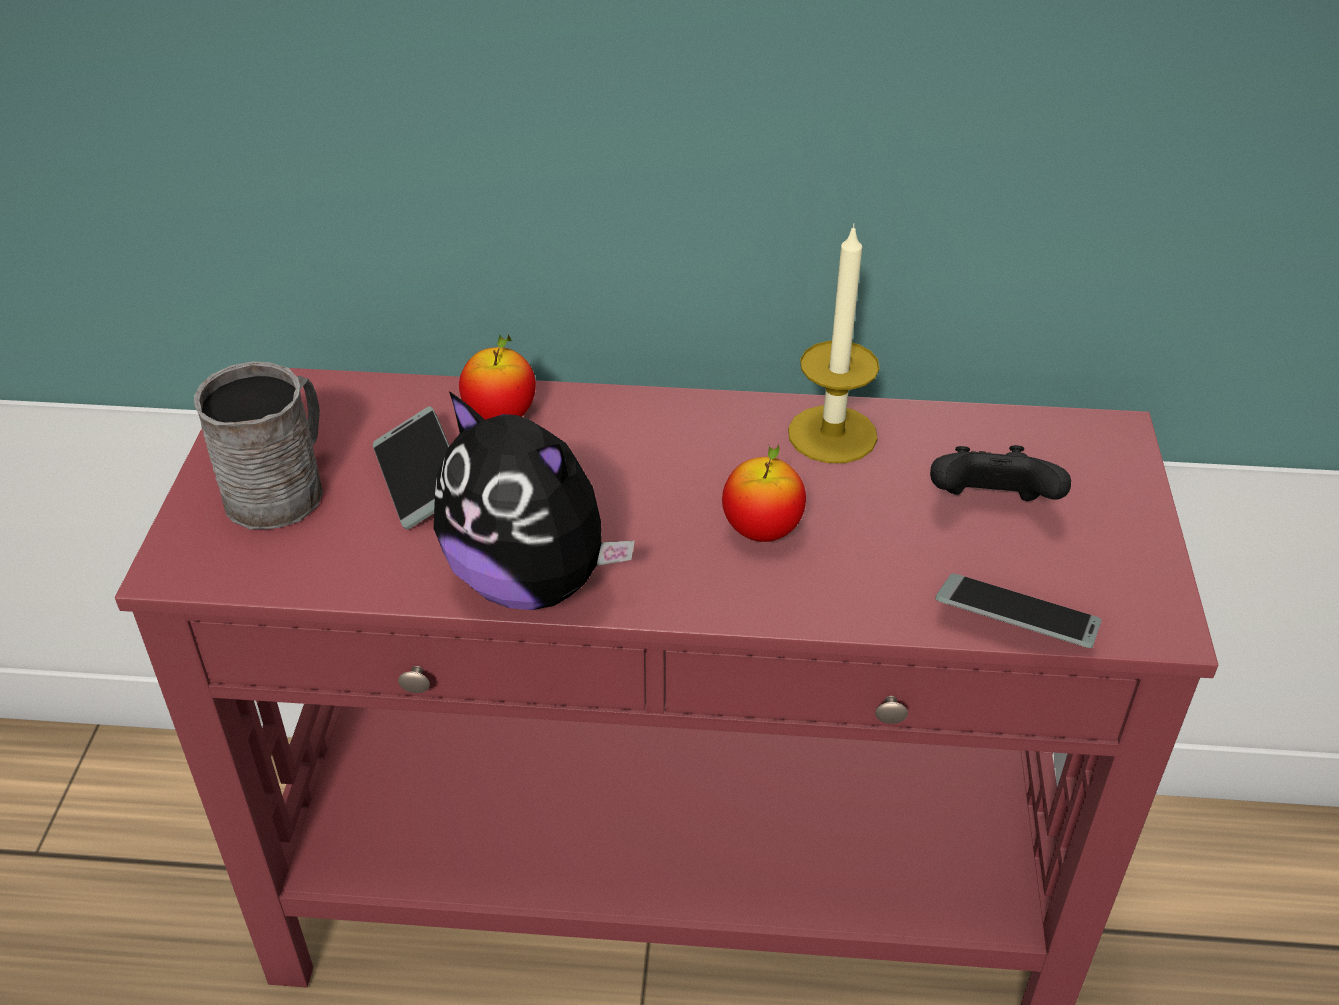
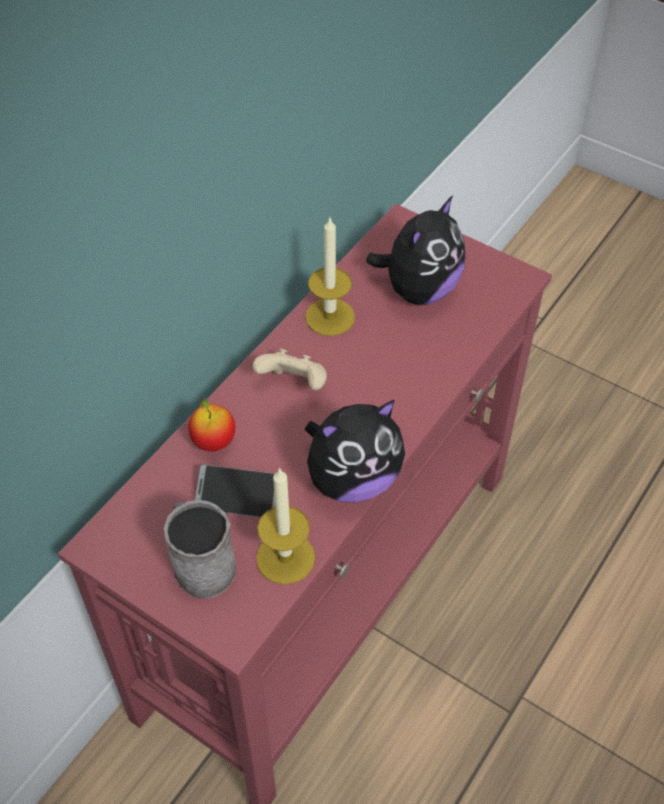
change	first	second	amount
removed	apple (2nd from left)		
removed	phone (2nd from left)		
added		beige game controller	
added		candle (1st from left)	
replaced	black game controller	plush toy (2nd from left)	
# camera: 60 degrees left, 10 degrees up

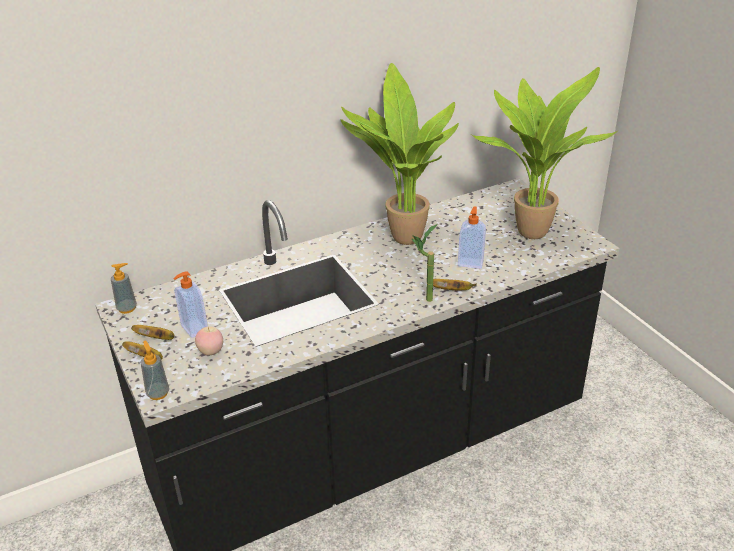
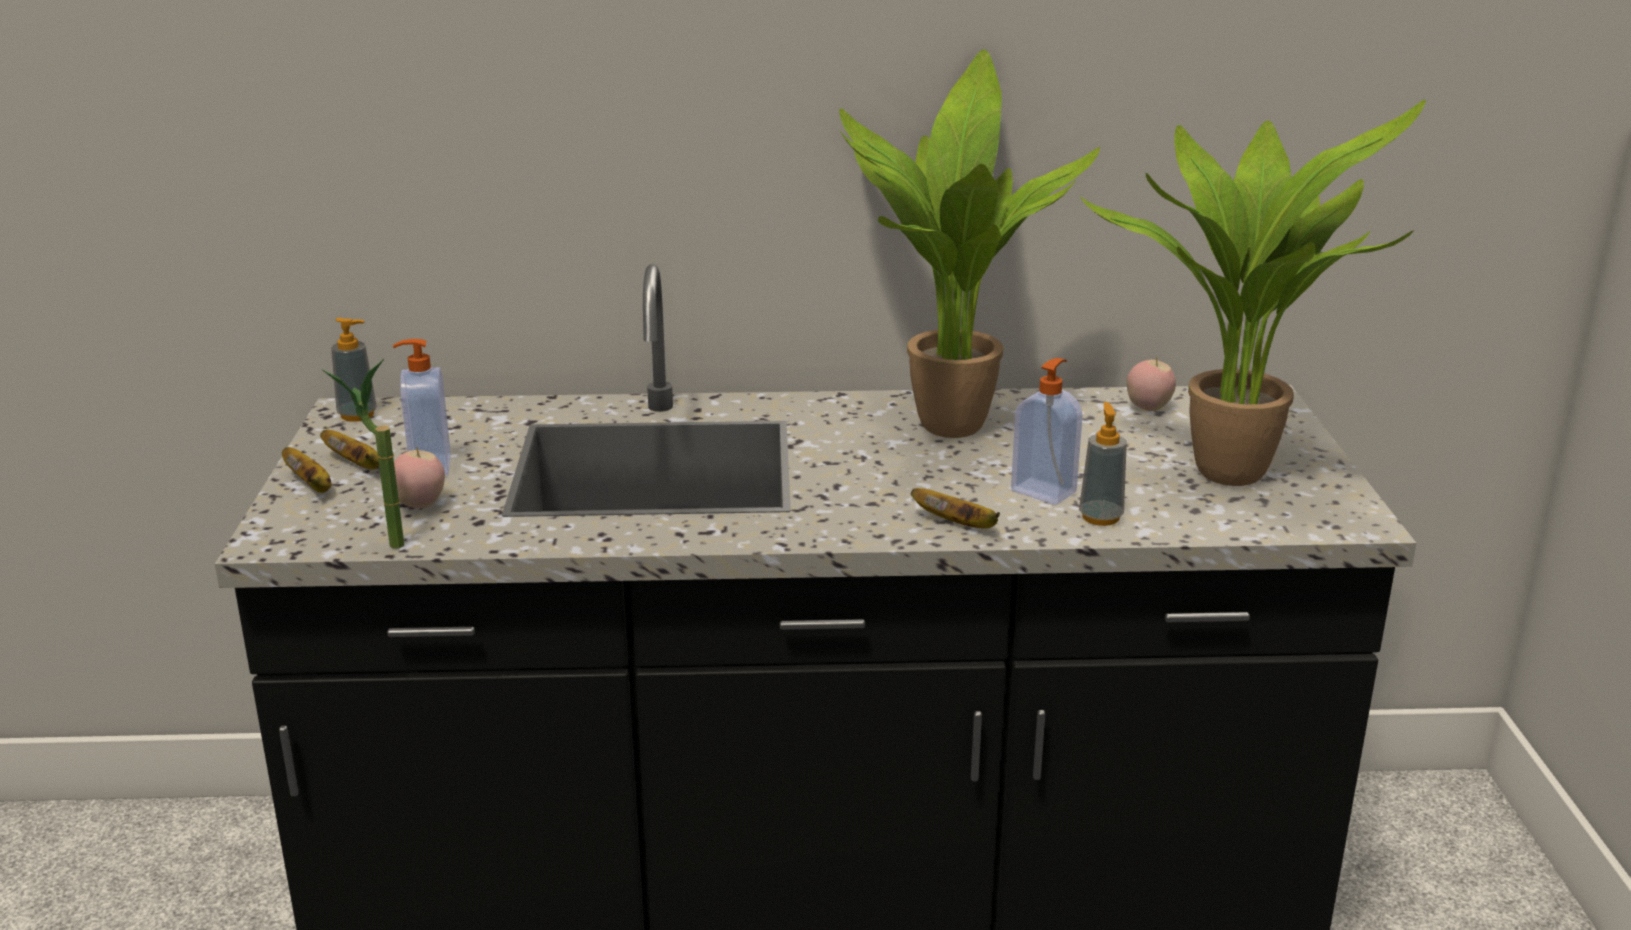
change	first	second	amount
added		apple (2nd from left)	
moved	soap dispenser (2nd from left in the first image)	soap dispenser (4th from left)	
moved	potted plant (2nd from left in the first image)	potted plant (1st from left)	
# camera: 25 degrees right, 10 degrees down

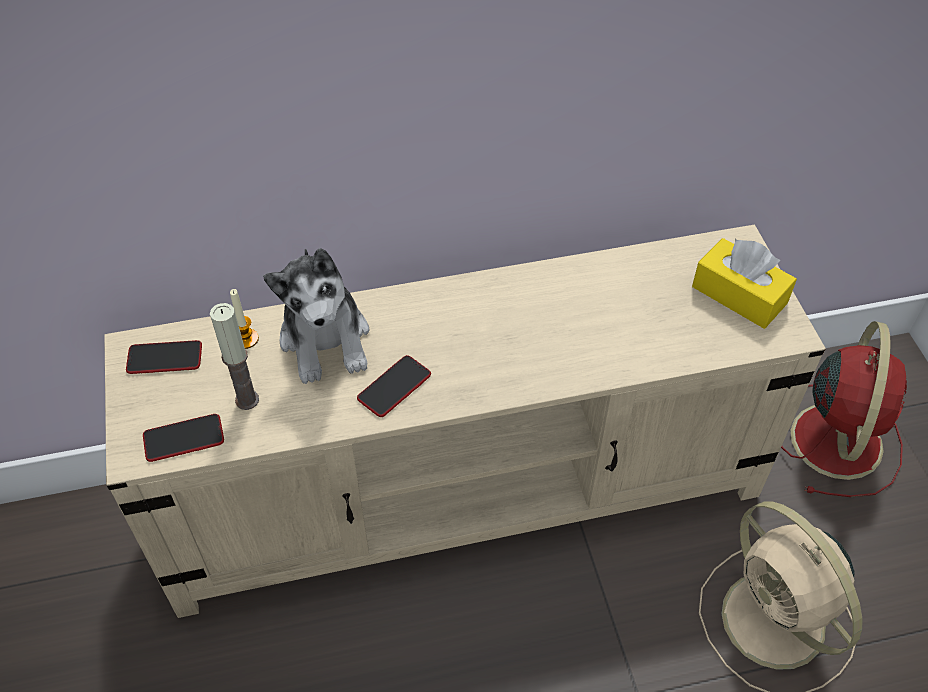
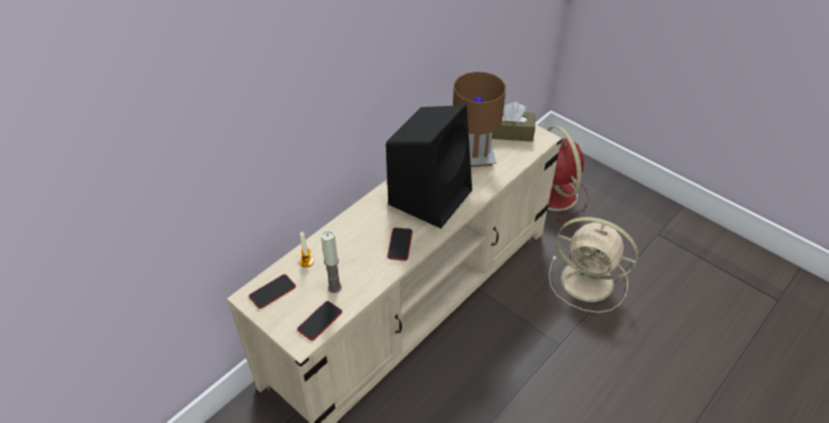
change	first	second	amount
removed	plush toy		
added		black speaker	
added		brown table lamp	
recoloured	yellow tissue box	brown tissue box	
# camera: 35 degrees left, 5 degrees down

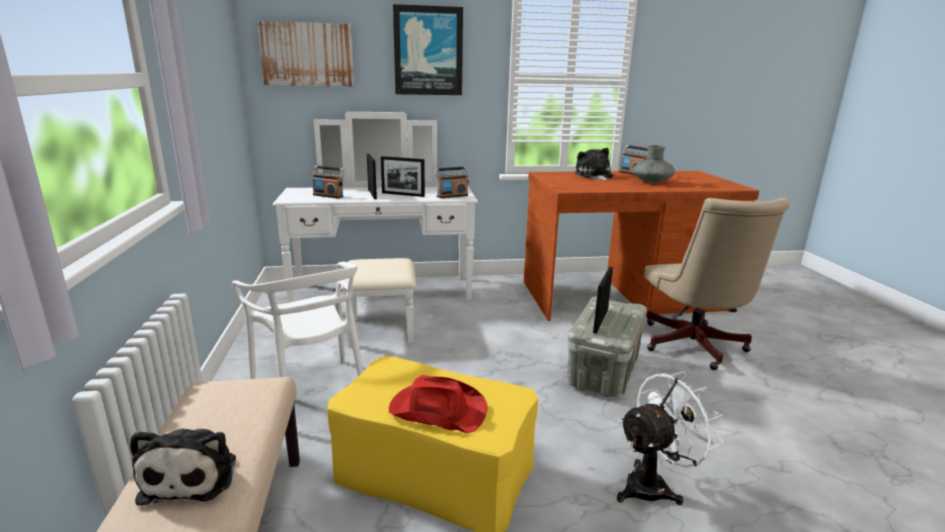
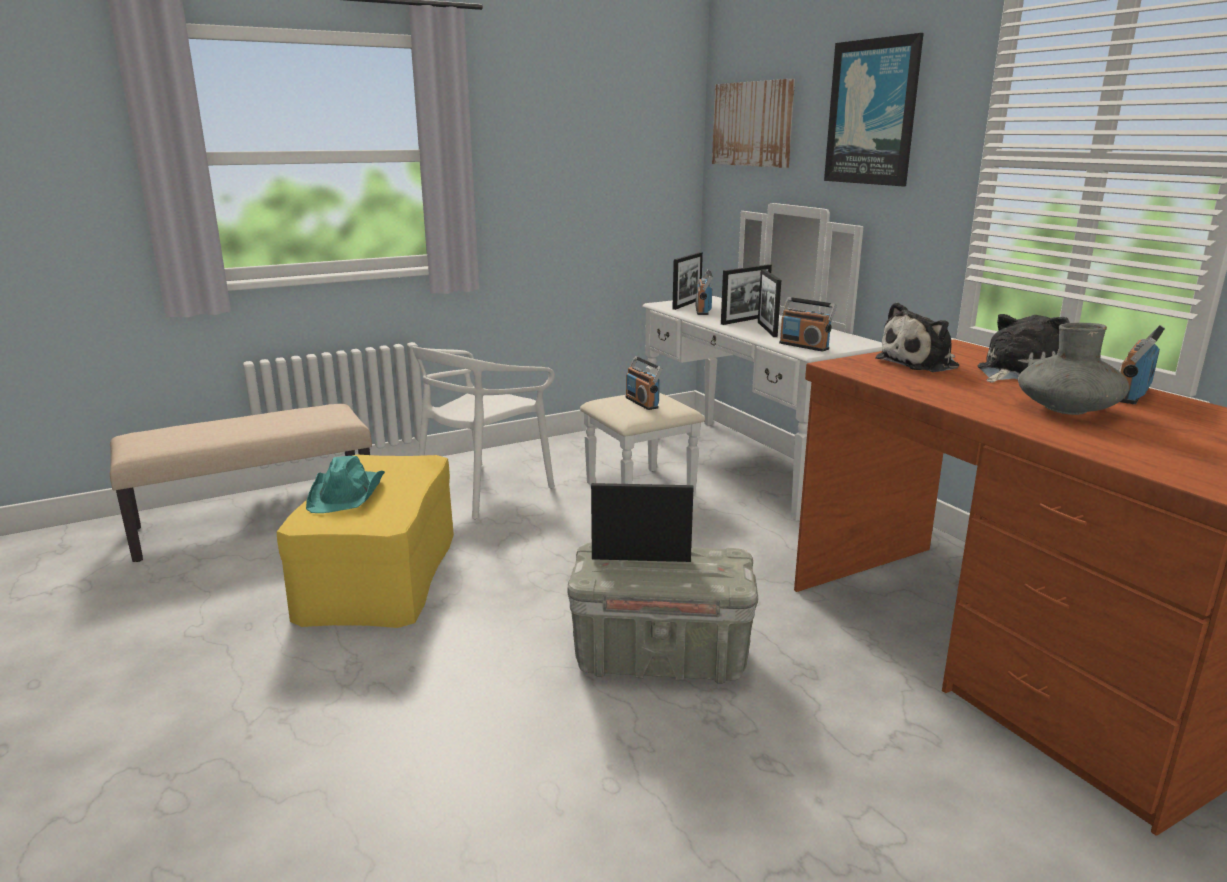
change	first	second	amount
removed	white fan		
removed	beige office chair		
added		radio (1st from left)	
added		picture frame (2nd from left)	
moved	plush toy (1st from left)		
recoloured	red hat	turquoise hat	
# camera: 70 degrees right, 0 degrees up

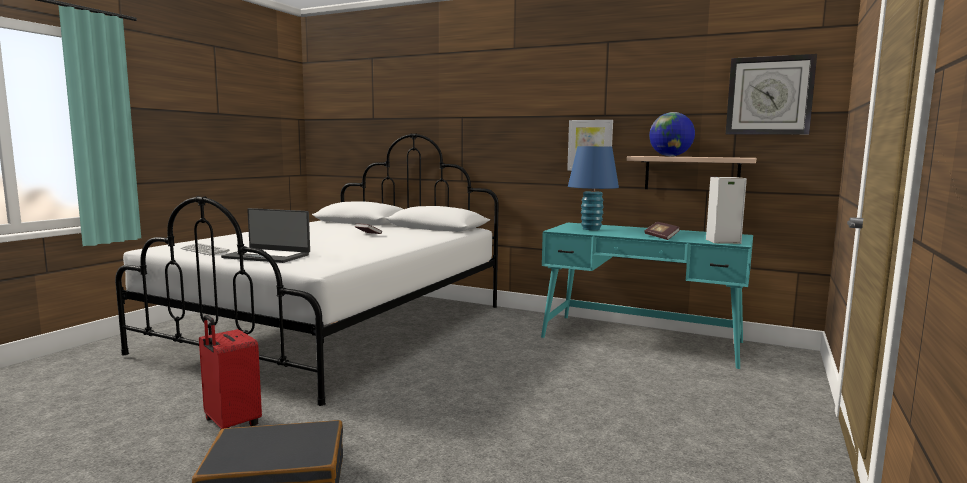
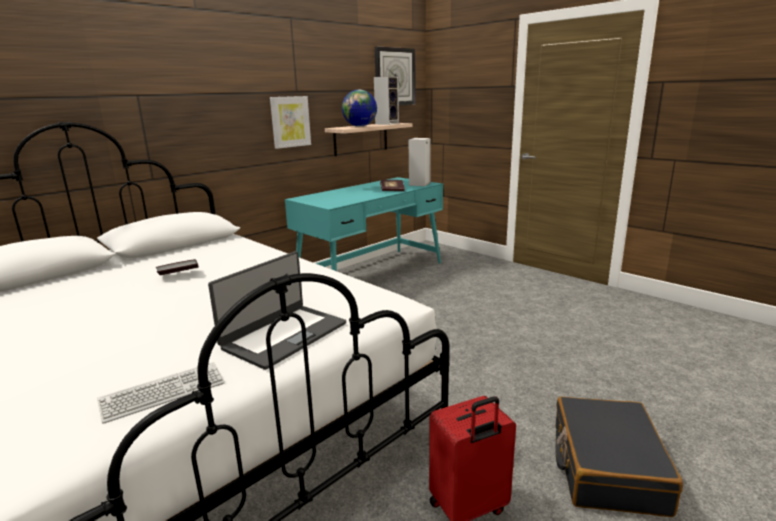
change	first	second	amount
removed	blue table lamp		
added		speaker (1st from left)	
# camera: 70 degrees left, 10 degrees up

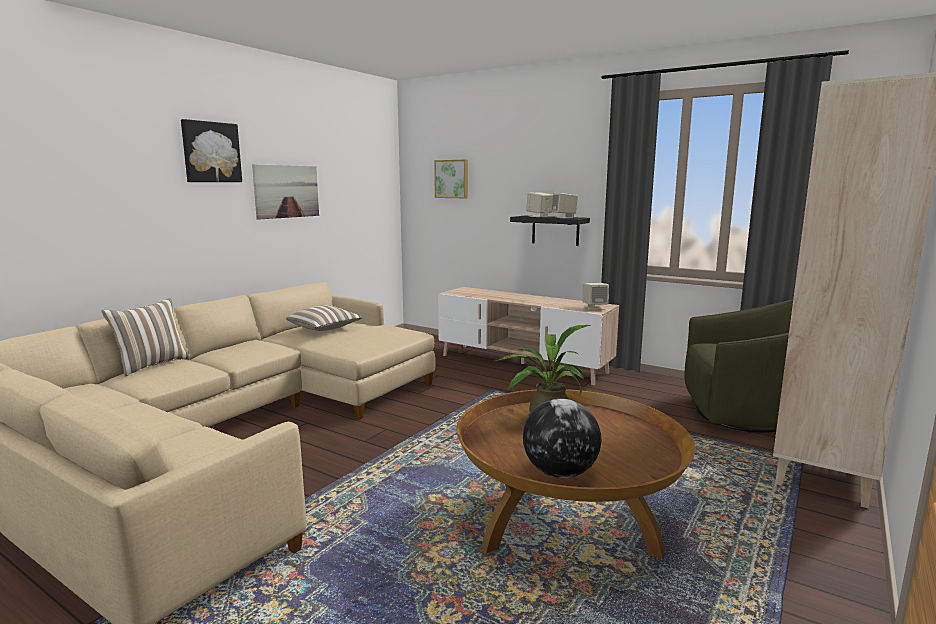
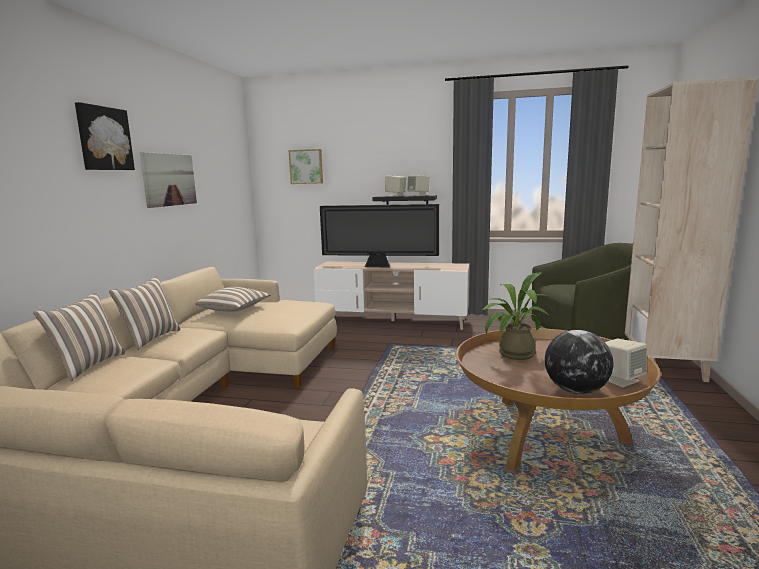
change	first	second	amount
added		pillow (2nd from left)	
added		television	
moved	beige speaker (3rd from left)		
# camera: 20 degrees left, 0 degrees up

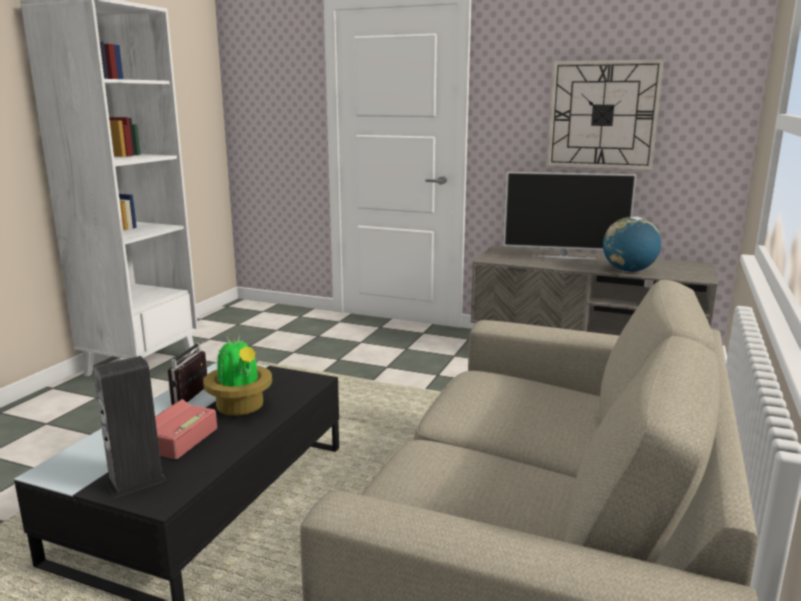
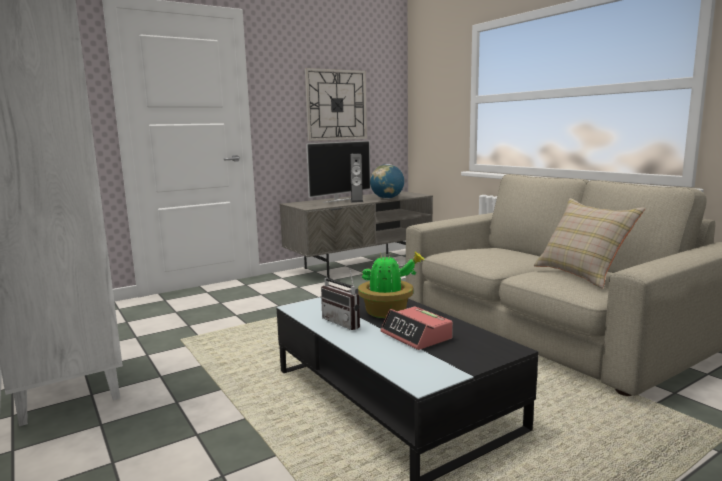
change	first	second	amount
added		beige pillow	
moved	speaker		
# camera: 55 degrees left, 5 degrees down

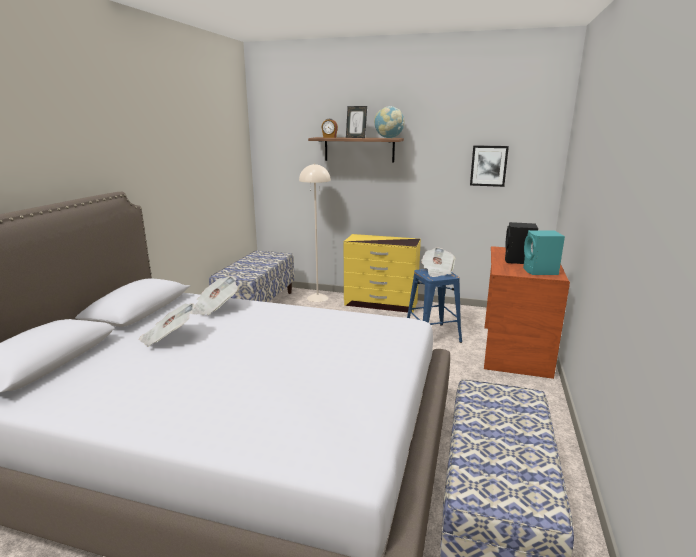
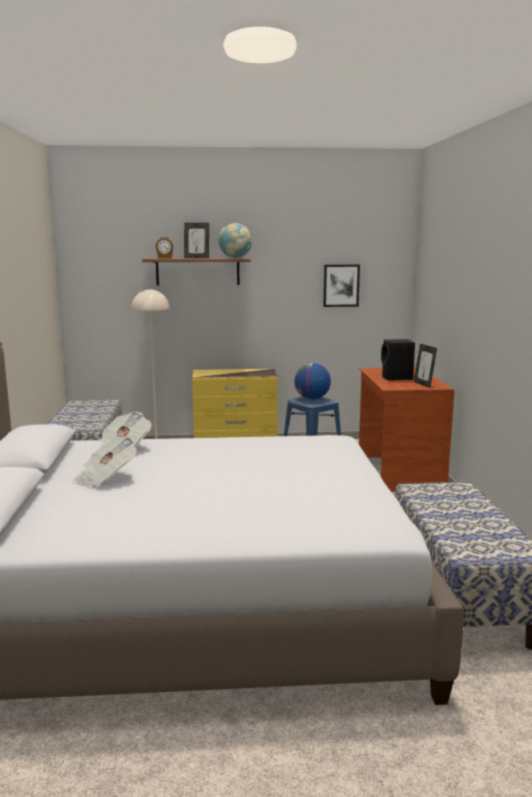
change	first	second	amount
replaced	newspaper (3rd from left)	globe (2nd from left)	
replaced	turquoise speaker	picture frame (2nd from left)	
# camera: 20 degrees left, 5 degrees down

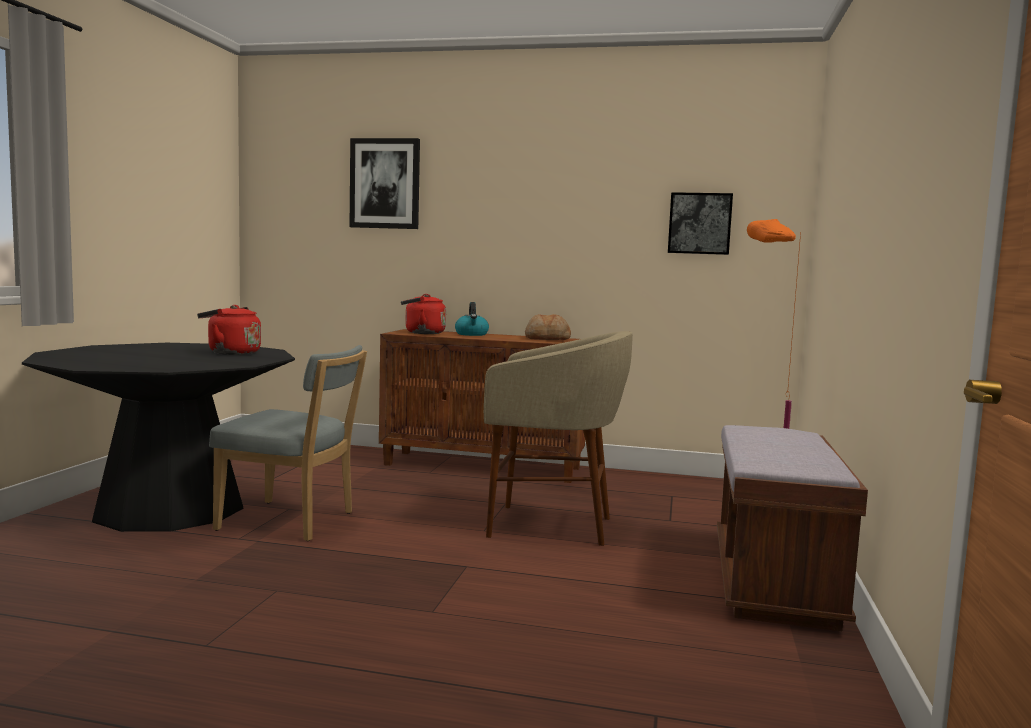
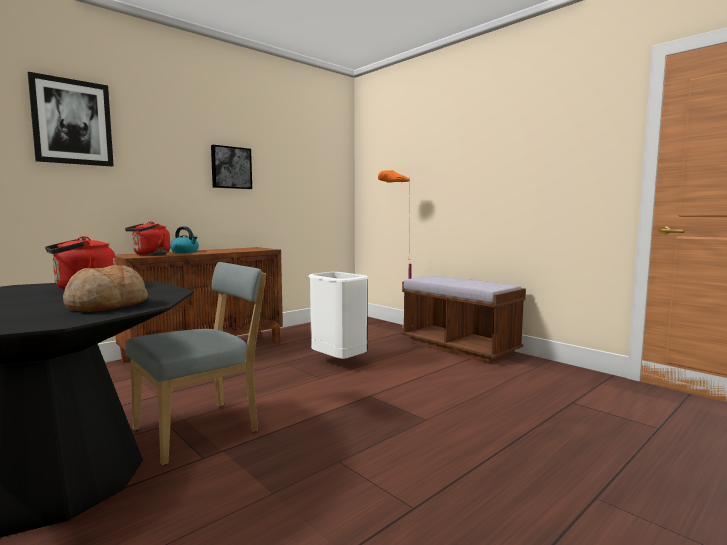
change	first	second	amount
moved	bread		
moved	picture (2nd from left)		
replaced	beige stool	white trash can	
# camera: 55 degrees left, 0 degrees up

